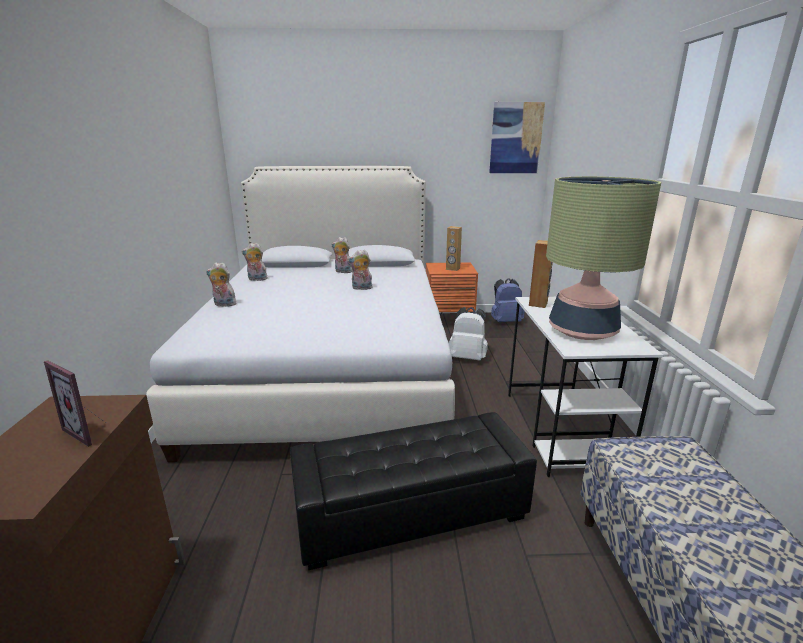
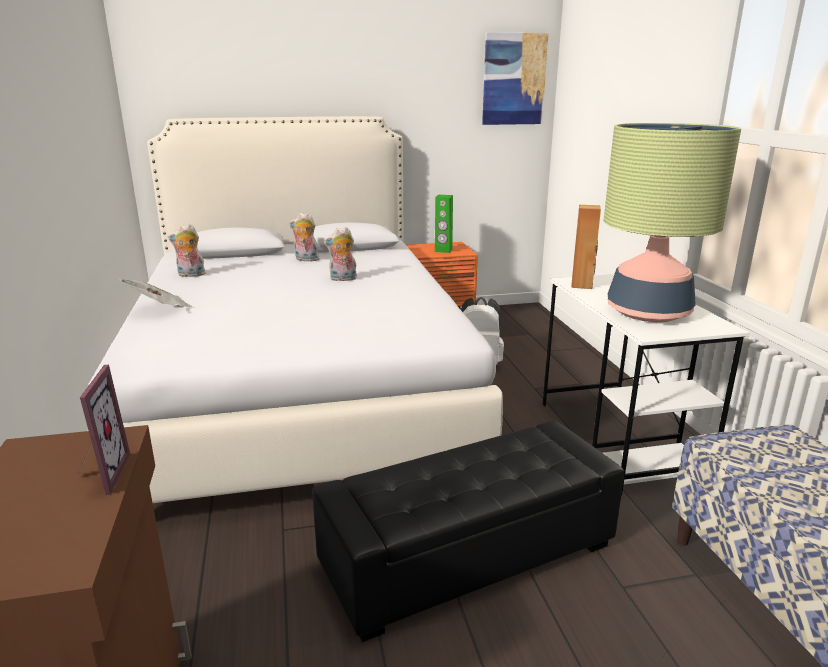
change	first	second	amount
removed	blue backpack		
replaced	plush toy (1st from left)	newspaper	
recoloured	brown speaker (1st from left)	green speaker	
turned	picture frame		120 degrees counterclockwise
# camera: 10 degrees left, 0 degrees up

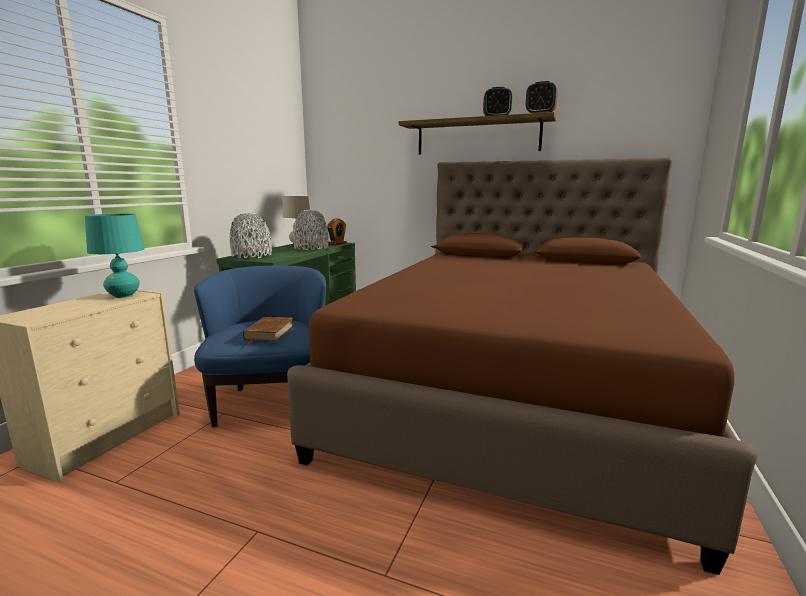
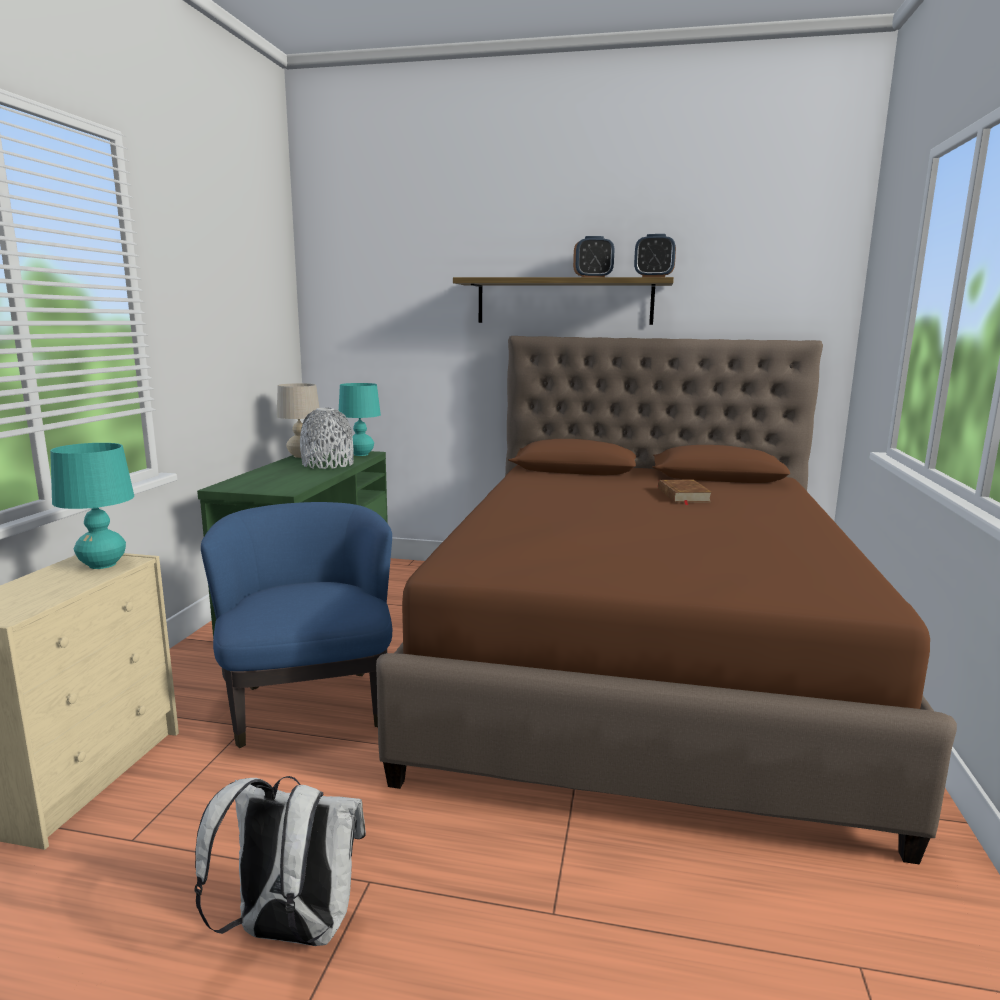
change	first	second	amount
removed	grey vase (1st from left)		
added		white backpack	
moved	brown book		
replaced	alarm clock (1st from left)	turquoise table lamp (2nd from left)	
# camera: 10 degrees left, 0 degrees up

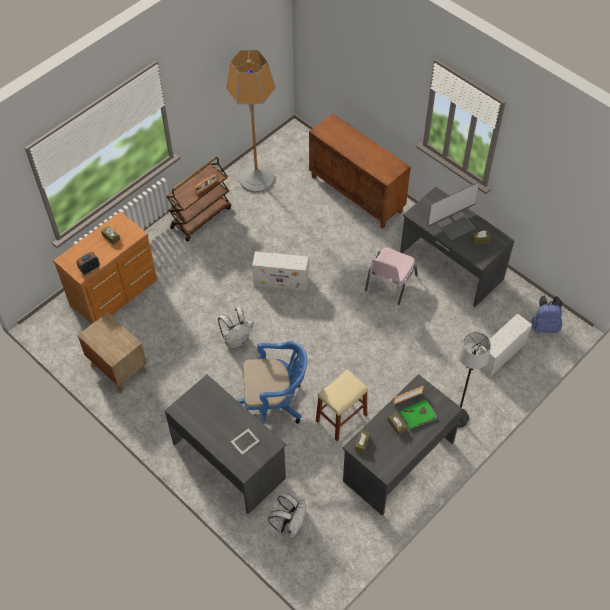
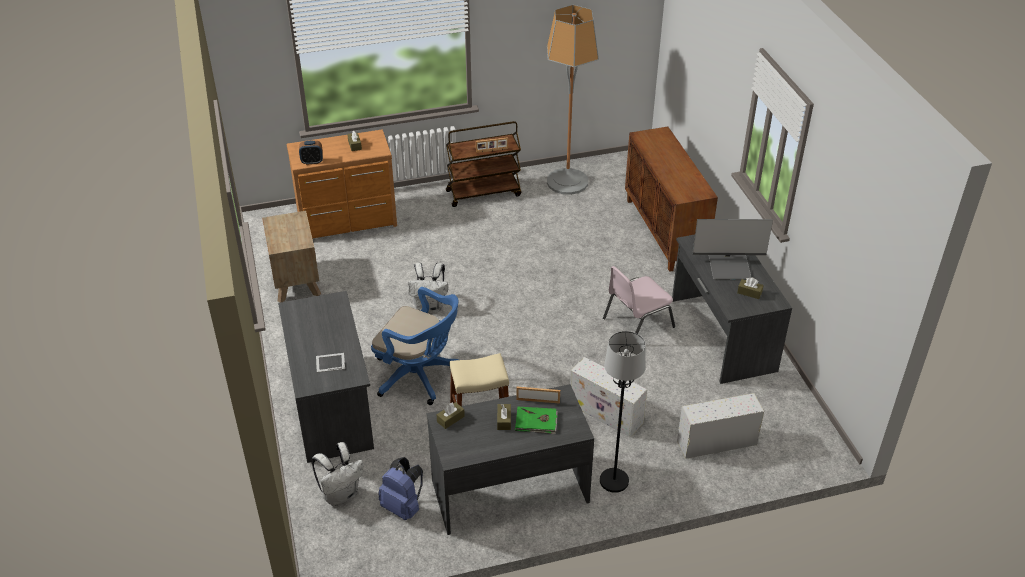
change	first	second	amount
moved	white storage box (1st from left)		
moved	blue backpack		
# camera: 30 degrees right, 15 degrees down

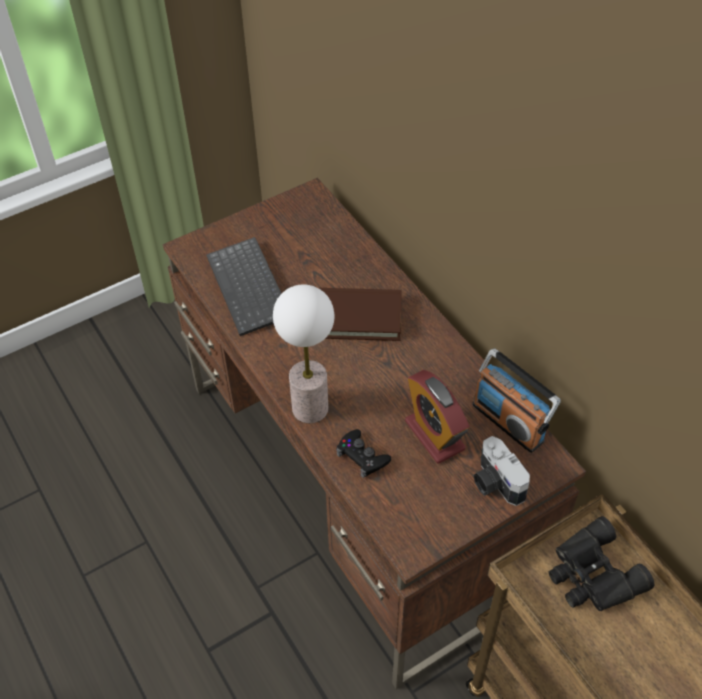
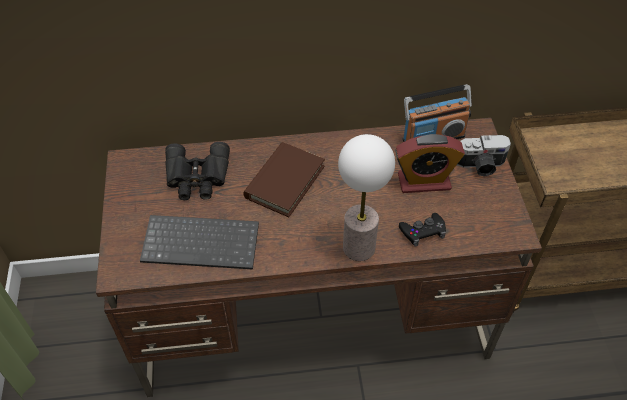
change	first	second	amount
moved	black binoculars		
# camera: 65 degrees left, 0 degrees up

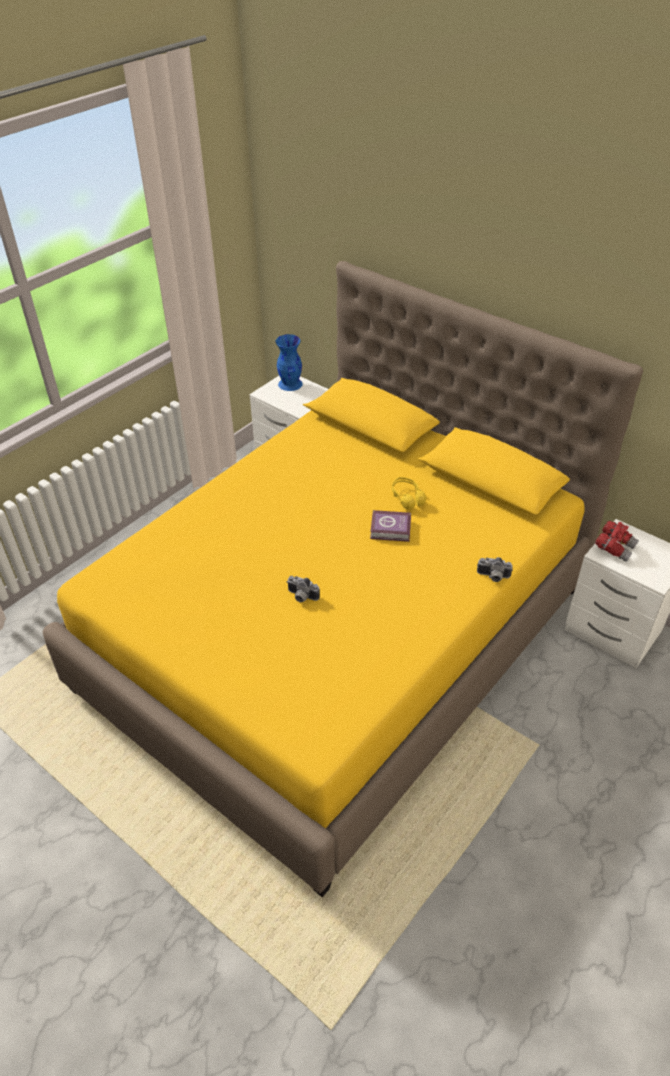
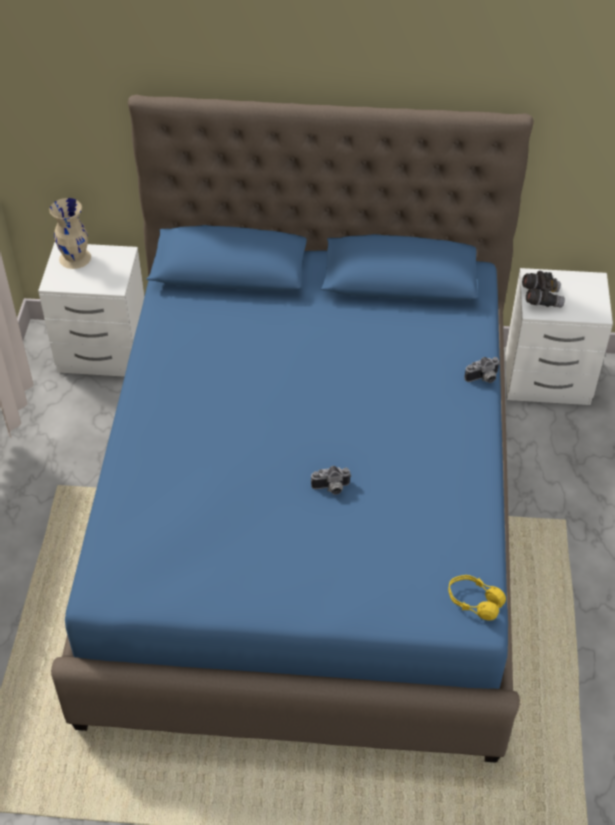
change	first	second	amount
removed	book		
moved	yellow headphones		
recoloured	yellow bed	blue bed	
recoloured	blue vase	beige vase	
recoloured	red binoculars	grey binoculars	
# camera: 35 degrees left, 5 degrees up

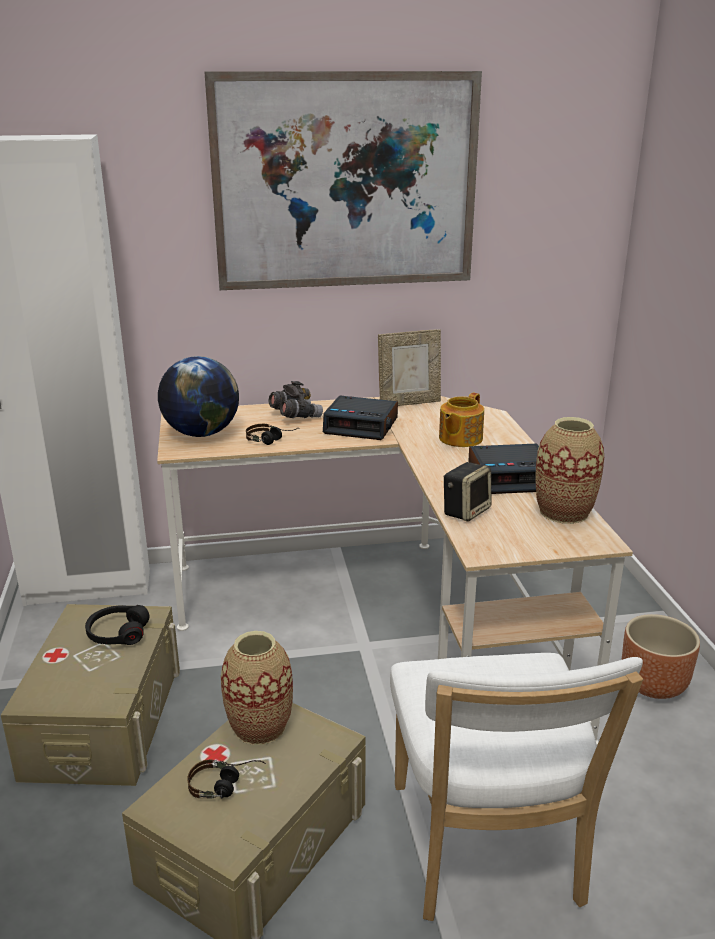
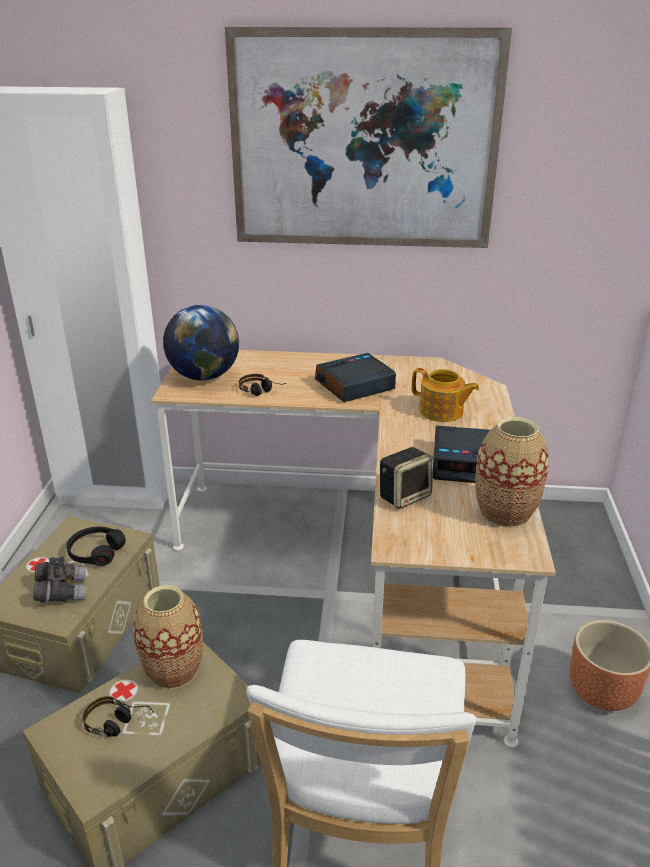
change	first	second	amount
removed	picture frame		
moved	grey binoculars		
turned	alarm clock (1st from left)		120 degrees clockwise
turned	teapot		105 degrees counterclockwise
# camera: 15 degrees right, 5 degrees up

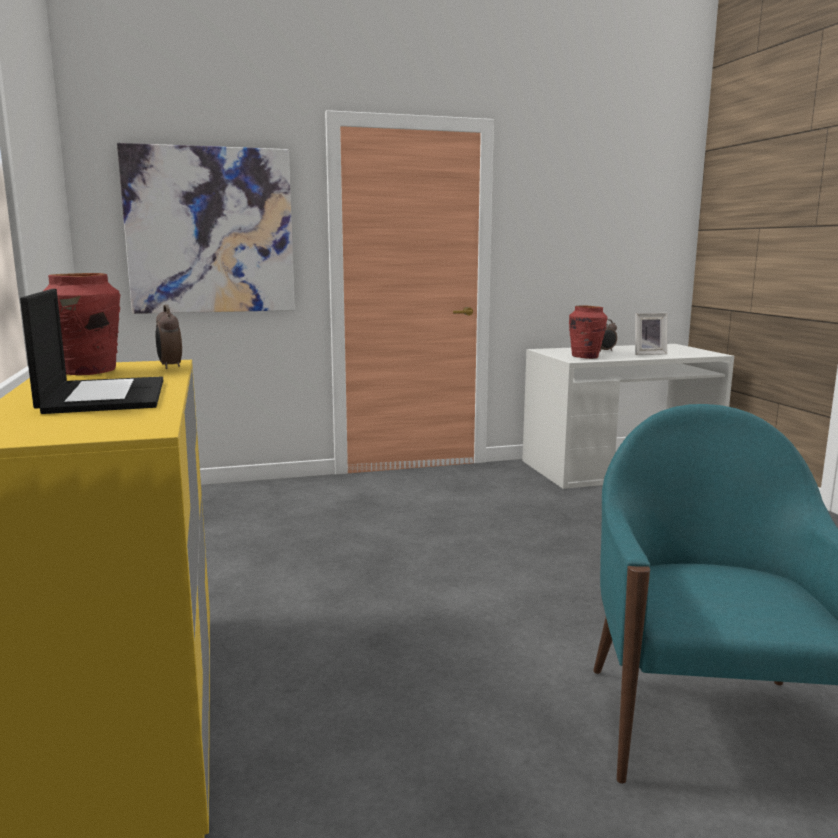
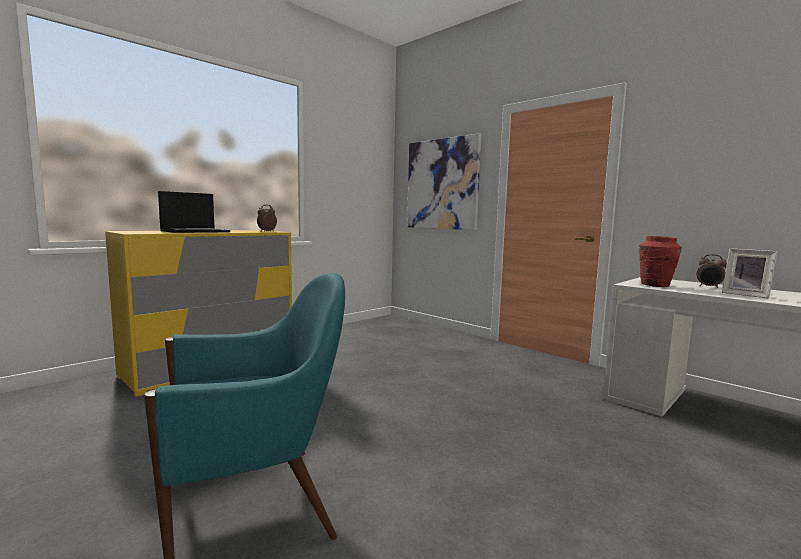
change	first	second	amount
removed	red vase (1st from left)		
# camera: 60 degrees right, 5 degrees down

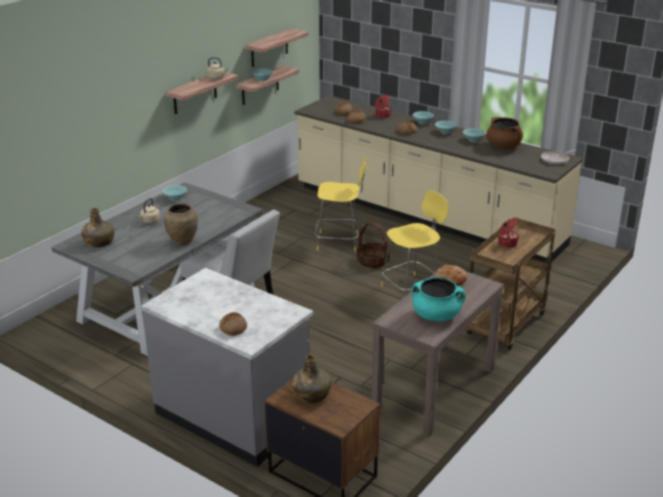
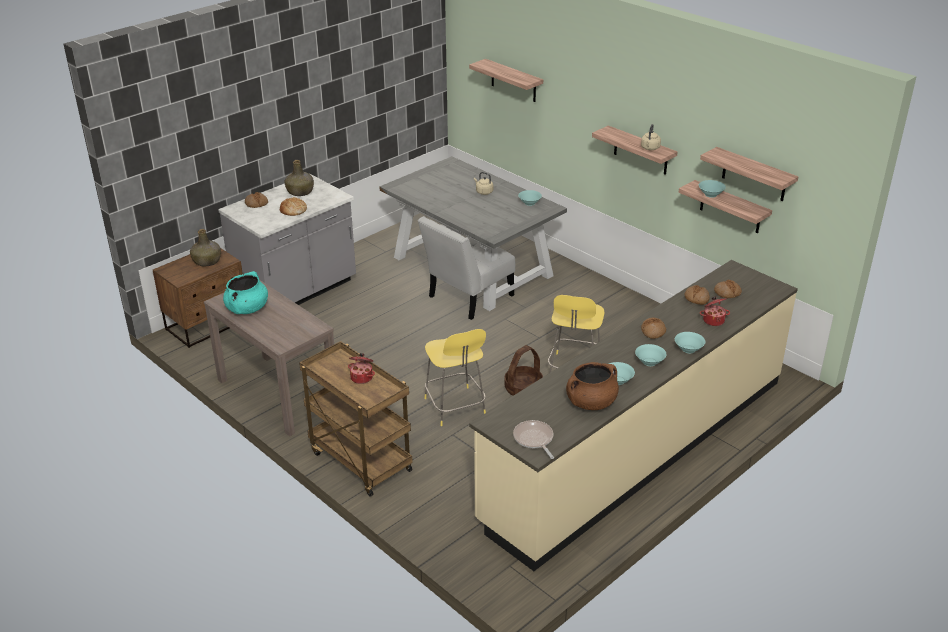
change	first	second	amount
removed	brown vase		
added		shelf (1st from left)	
moved	green bottle (1st from left in the first image)	green bottle (2nd from left)	
moved	bread (5th from left in the first image)	bread (2nd from left)	
# camera: 100 degrees right, 5 degrees up

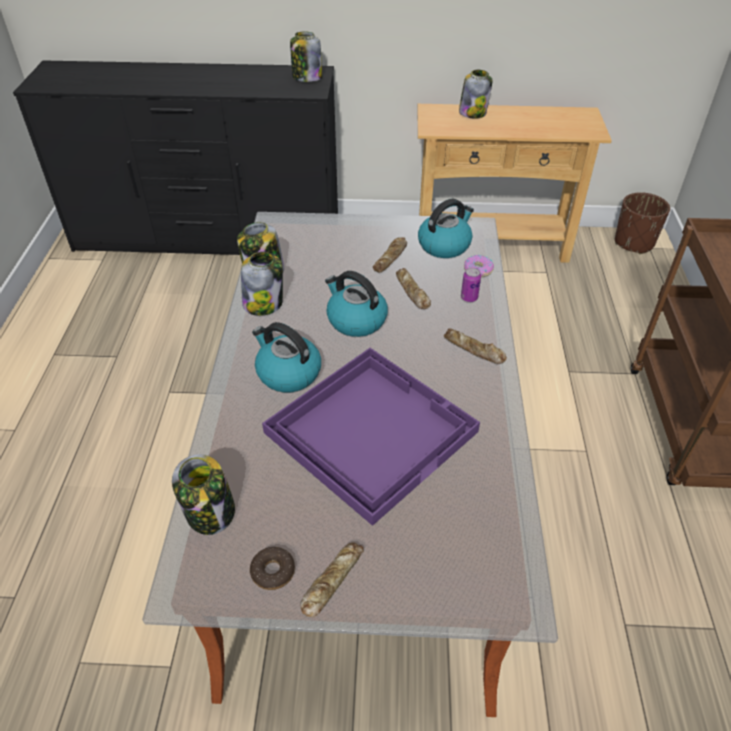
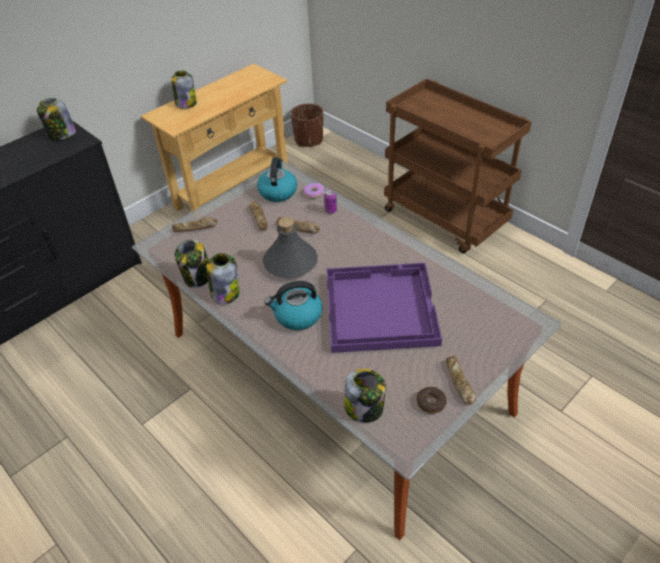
change	first	second	amount
moved	bread (4th from left in the first image)	bread (1st from left)	
replaced	kettle (2nd from left)	grey bottle	
# camera: 45 degrees left, 0 degrees up

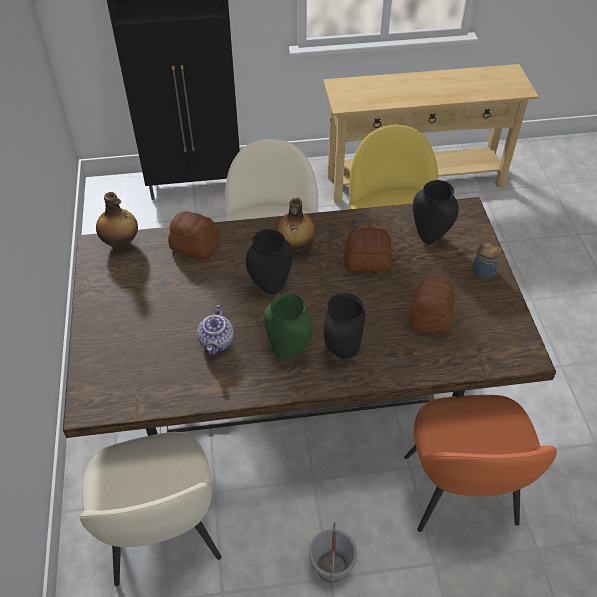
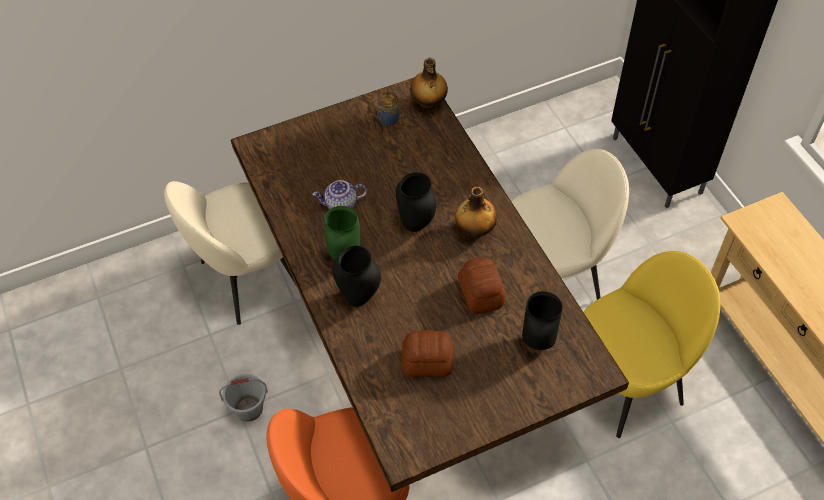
change	first	second	amount
removed	bread (1st from left)		
moved	jar		
# camera: 75 degrees right, 5 degrees up

